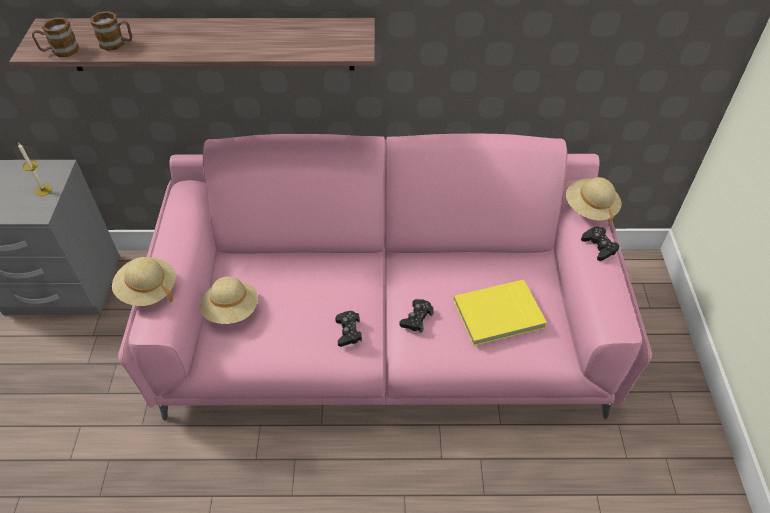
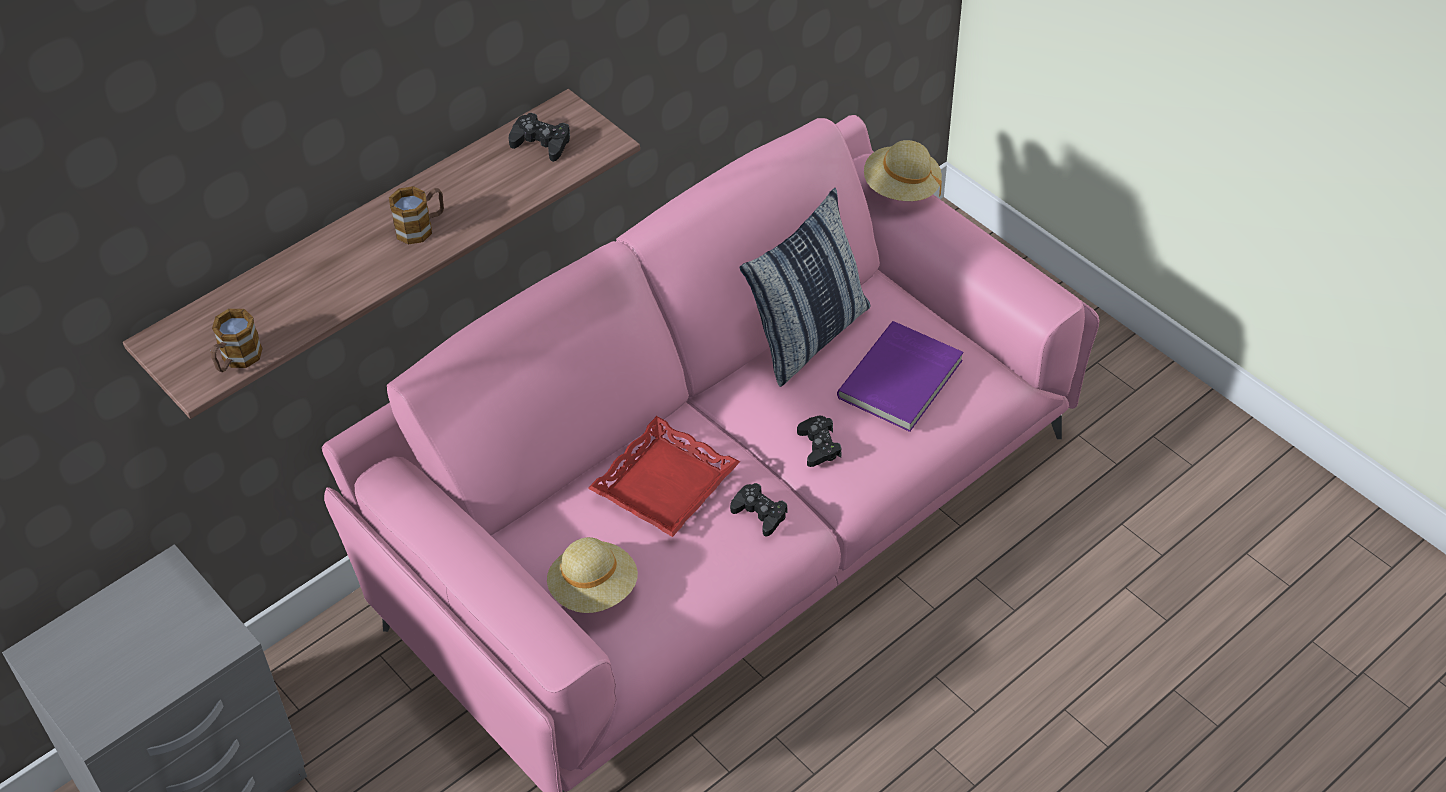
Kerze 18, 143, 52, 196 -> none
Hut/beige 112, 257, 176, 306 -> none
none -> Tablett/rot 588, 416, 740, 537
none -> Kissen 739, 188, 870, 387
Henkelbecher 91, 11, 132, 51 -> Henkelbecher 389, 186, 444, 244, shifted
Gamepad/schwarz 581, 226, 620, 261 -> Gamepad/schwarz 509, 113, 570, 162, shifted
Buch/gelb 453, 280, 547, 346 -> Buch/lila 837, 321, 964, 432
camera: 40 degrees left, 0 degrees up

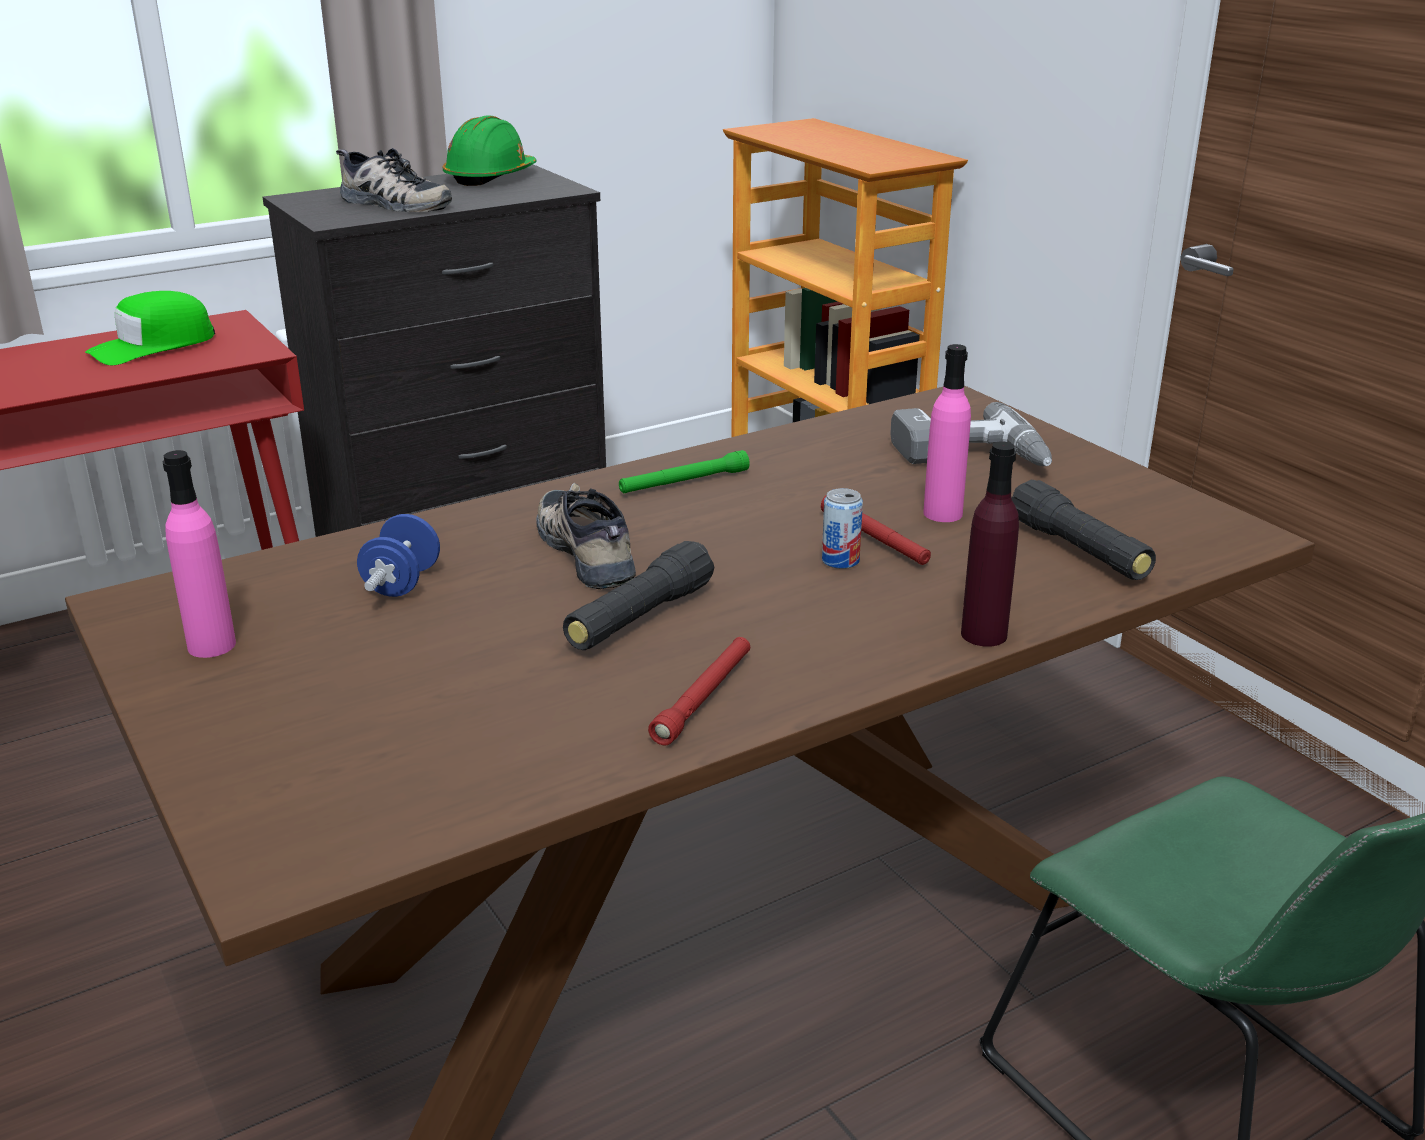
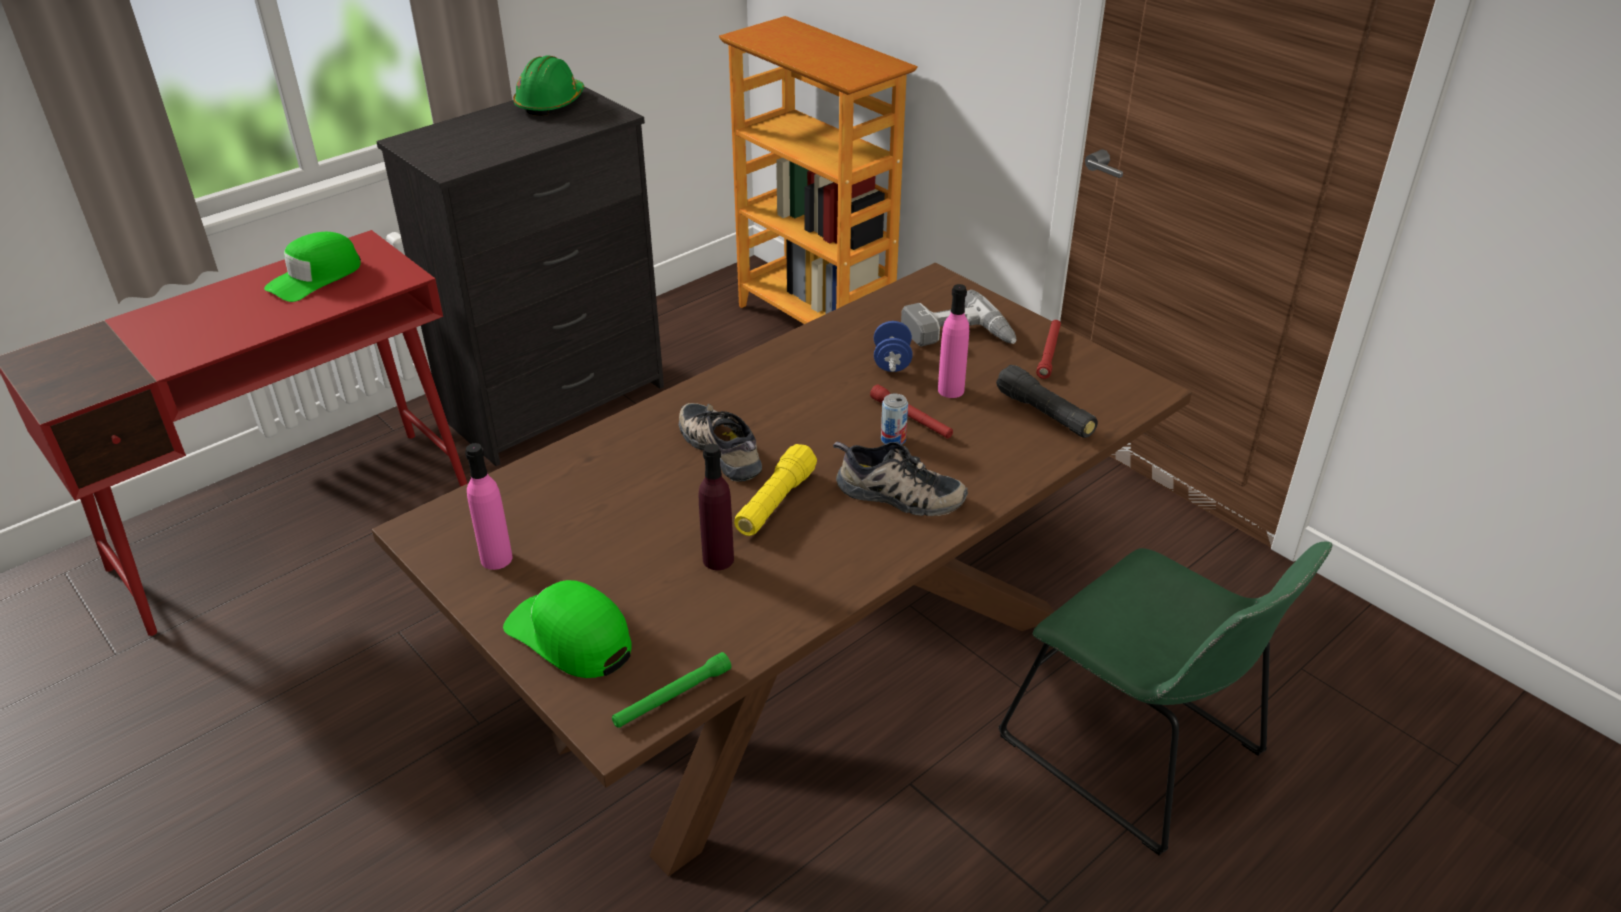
none -> Kappe/grün 503, 580, 632, 678
Schuh 336, 148, 452, 212 -> Schuh 833, 441, 968, 516, shifted
Hantel/blau 357, 514, 440, 597 -> Hantel/blau 874, 321, 913, 372, shifted
Taschenlampe/grün 619, 450, 750, 493 -> Taschenlampe/grün 612, 652, 731, 728, shifted
Taschenlampe/rot 648, 637, 750, 746 -> Taschenlampe/rot 1036, 320, 1061, 379, shifted
Flasche/lila 961, 441, 1019, 647 -> Flasche/lila 699, 444, 734, 570, shifted
Taschenlampe/schwarz 563, 541, 714, 650 -> Taschenlampe/gelb 734, 444, 817, 536
camera: 10 degrees left, 10 degrees up

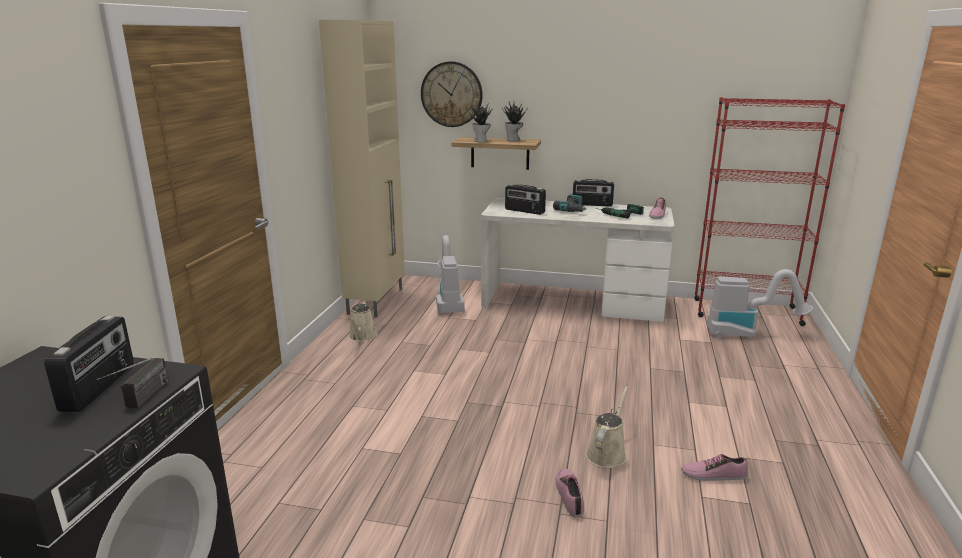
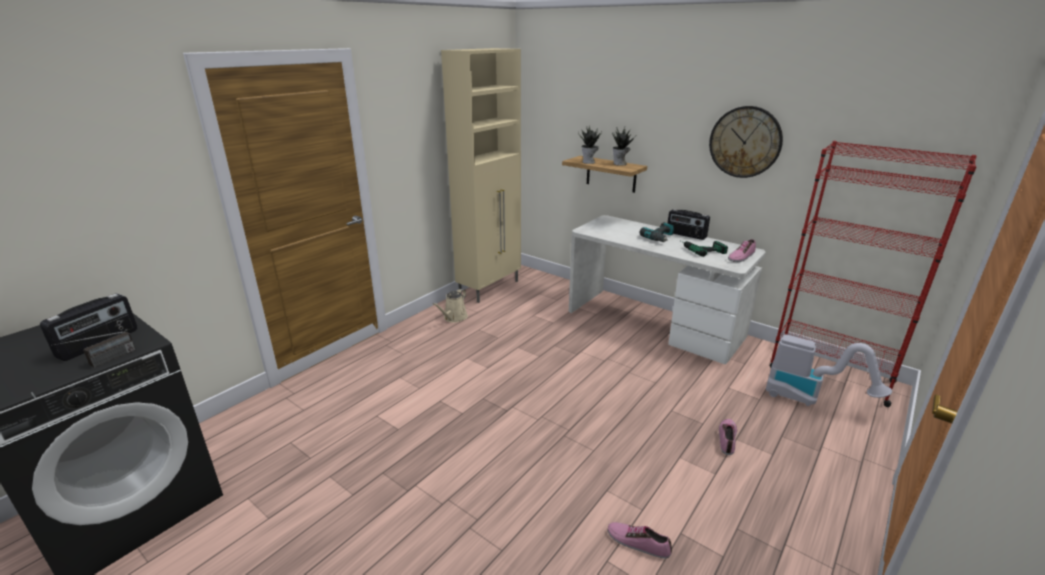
Staubsauger 436, 235, 465, 314 -> none
Radio 505, 184, 546, 215 -> none
Gießkanne/beige 585, 385, 629, 468 -> none
Wanduhr 421, 61, 483, 127 -> Wanduhr 709, 106, 783, 178, shifted
Schuh 556, 469, 585, 517 -> Schuh 719, 419, 737, 455, shifted
camera: 25 degrees right, 5 degrees up

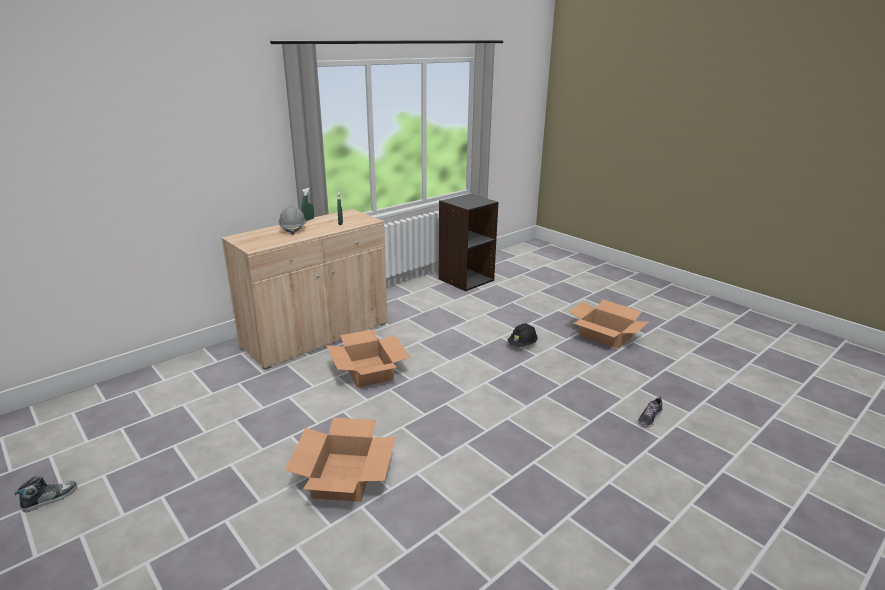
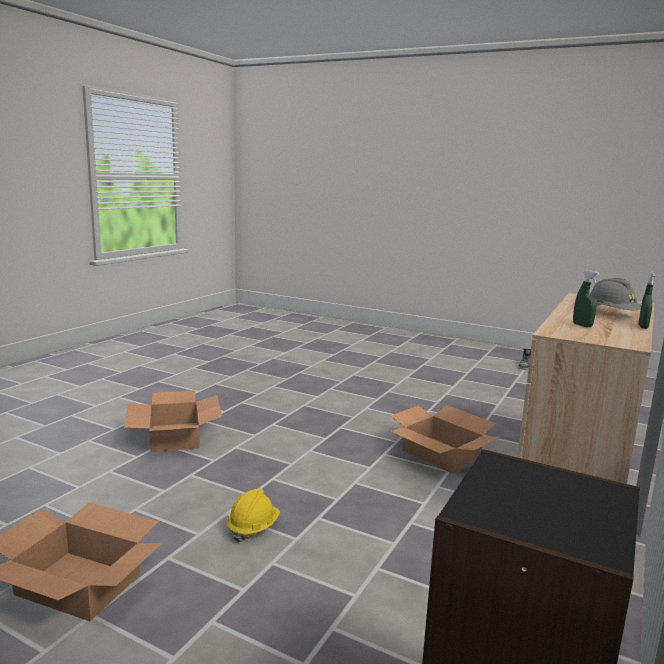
Schuh 638, 396, 662, 427 -> none
Karton 285, 417, 396, 502 -> Karton 124, 390, 222, 452, shifted
Schutzhelm/schwarz 508, 323, 538, 347 -> Schutzhelm/gelb 227, 489, 280, 543
camera: 160 degrees right, 10 degrees down

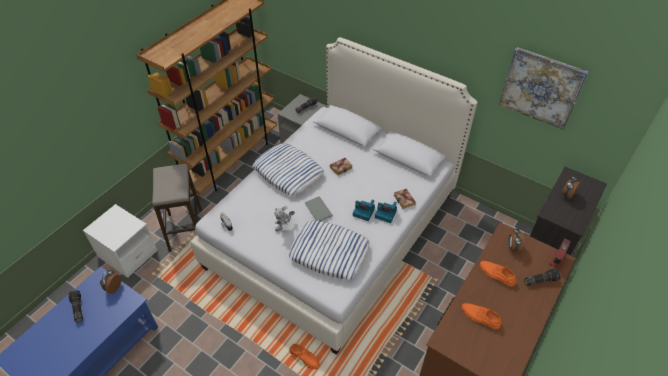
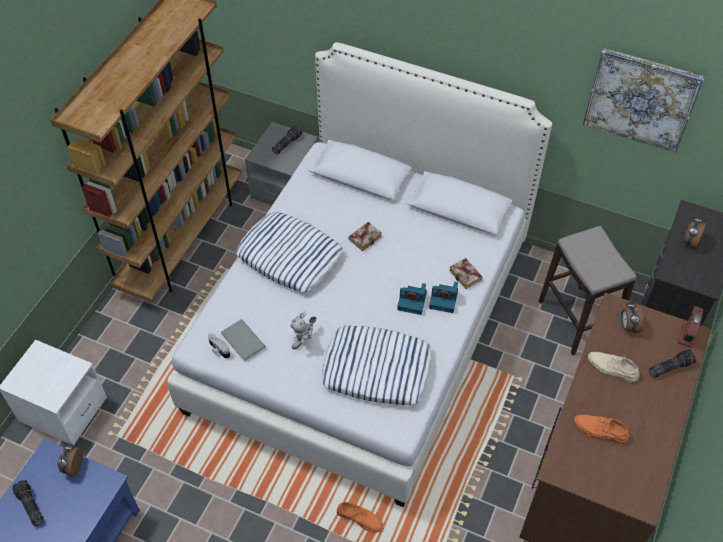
Hocker 152, 164, 202, 252 -> Hocker 539, 226, 636, 355, shifted
Buch/grau 305, 196, 333, 221 -> Buch/grau 221, 319, 266, 361, shifted
Schuh/orange 480, 261, 516, 287 -> Schuh/beige 588, 352, 639, 383
camera: 10 degrees left, 5 degrees up

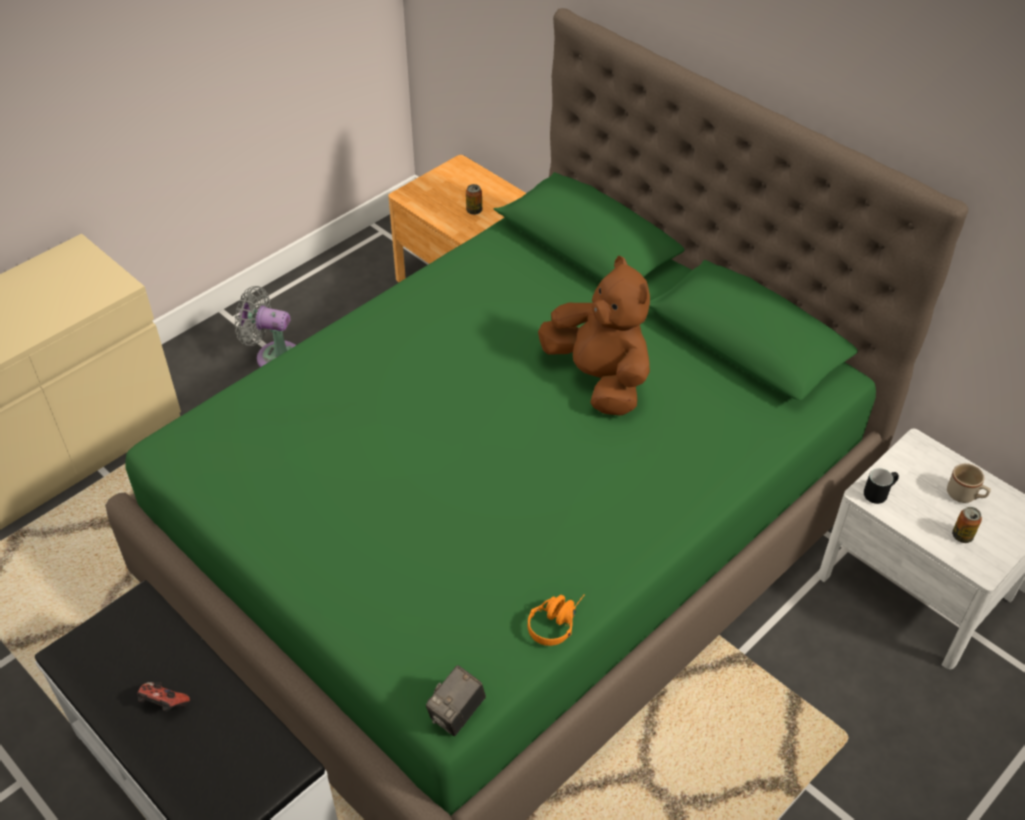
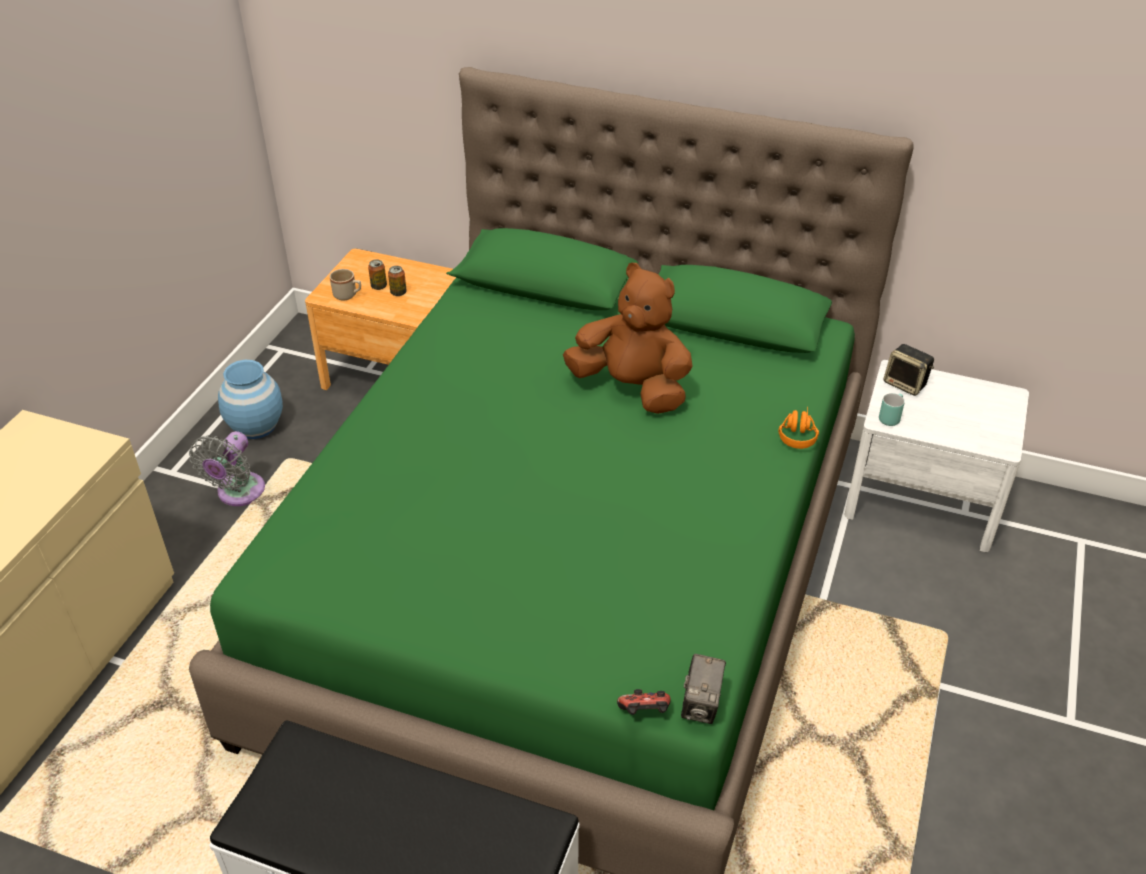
none -> Vase/blau 218, 360, 283, 439
none -> Lautsprecher 884, 344, 934, 396
Gamepad 137, 682, 190, 712 -> Gamepad 617, 689, 671, 715, shifted
Kopfhörer/orange 528, 594, 585, 646 -> Kopfhörer/orange 778, 407, 819, 449, shifted
Henkelbecher/beige 947, 463, 991, 503 -> Henkelbecher/beige 330, 269, 361, 301, shifted
Dose 952, 507, 982, 543 -> Dose 368, 259, 387, 290, shifted
Henkelbecher/schwarz 864, 468, 899, 504 -> Henkelbecher/türkis 879, 393, 905, 426
Ventilator/grau 234, 286, 296, 367 -> Ventilator/grau 189, 431, 265, 506, 60 degrees counterclockwise
camera: 25 degrees left, 5 degrees down

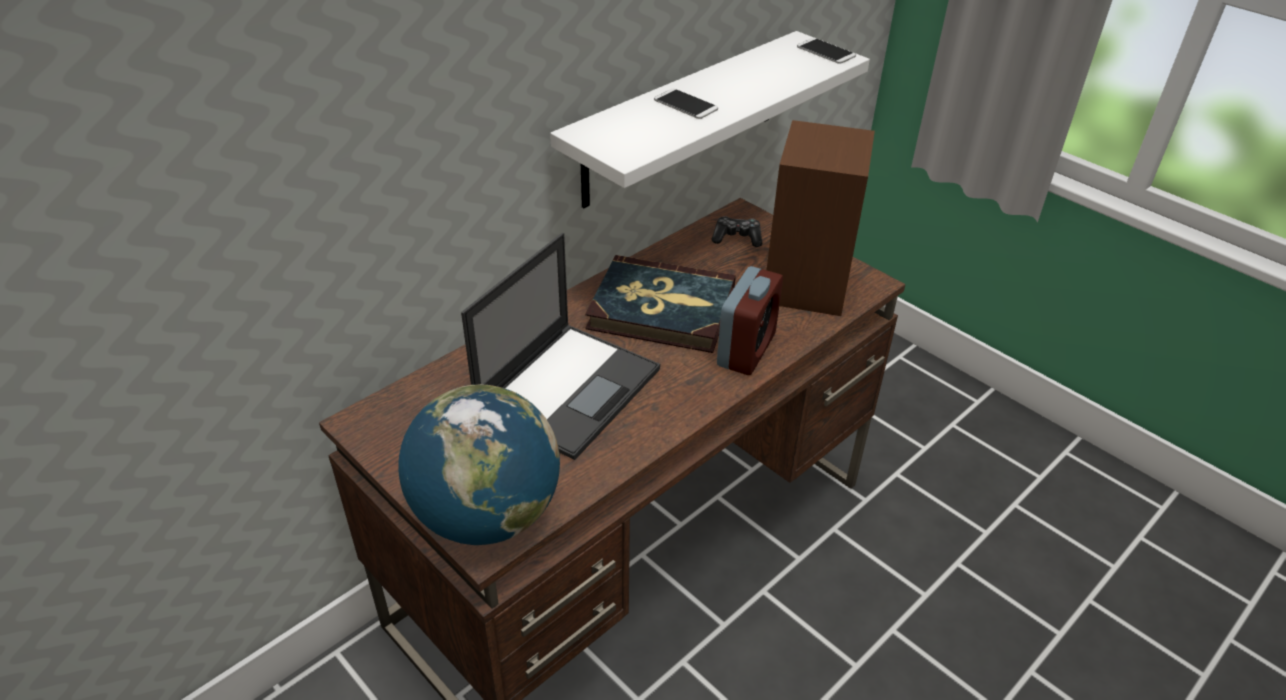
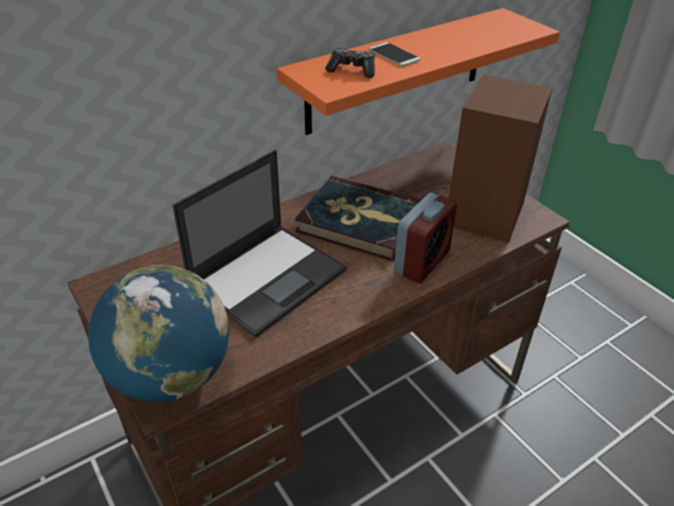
Handy 797, 38, 856, 64 -> none
Gamepad 711, 216, 762, 247 -> Gamepad 325, 48, 375, 78, shifted
Wandregal/weiß 550, 31, 870, 208 -> Wandregal/orange 277, 8, 560, 135
camera: 10 degrees right, 0 degrees up

